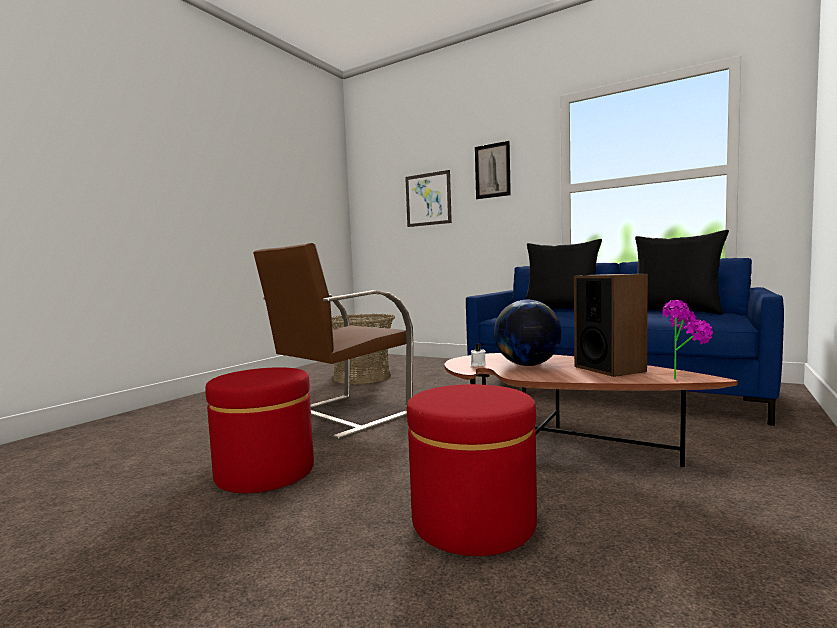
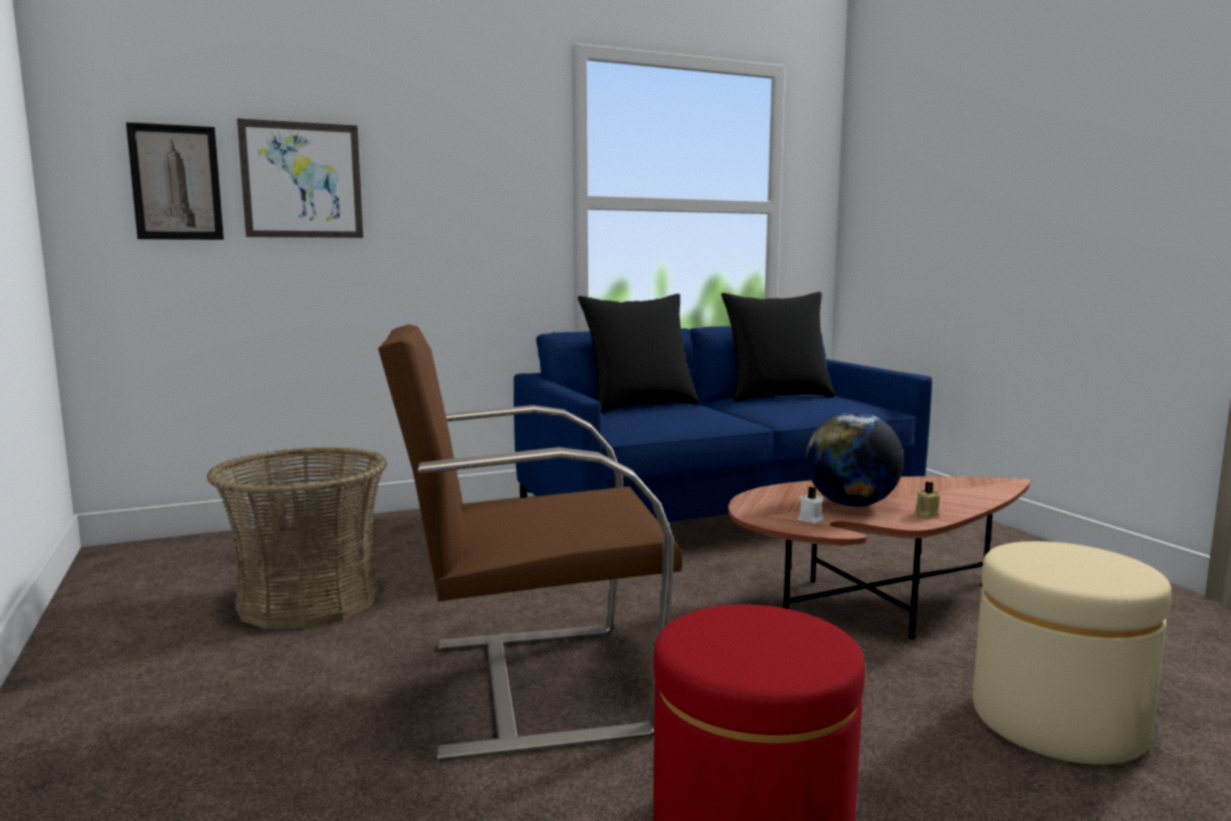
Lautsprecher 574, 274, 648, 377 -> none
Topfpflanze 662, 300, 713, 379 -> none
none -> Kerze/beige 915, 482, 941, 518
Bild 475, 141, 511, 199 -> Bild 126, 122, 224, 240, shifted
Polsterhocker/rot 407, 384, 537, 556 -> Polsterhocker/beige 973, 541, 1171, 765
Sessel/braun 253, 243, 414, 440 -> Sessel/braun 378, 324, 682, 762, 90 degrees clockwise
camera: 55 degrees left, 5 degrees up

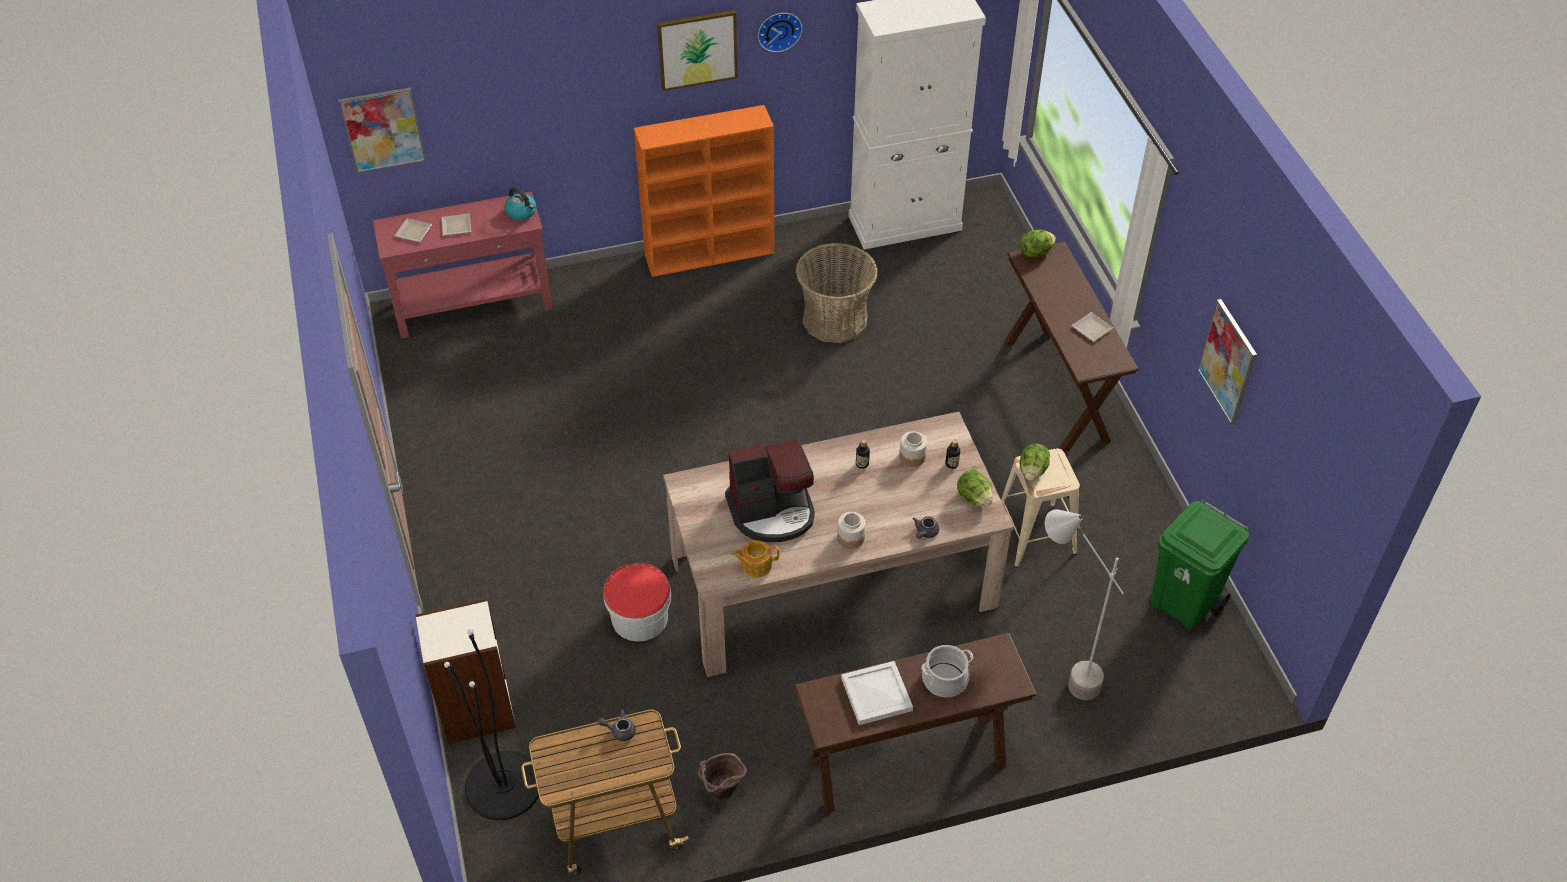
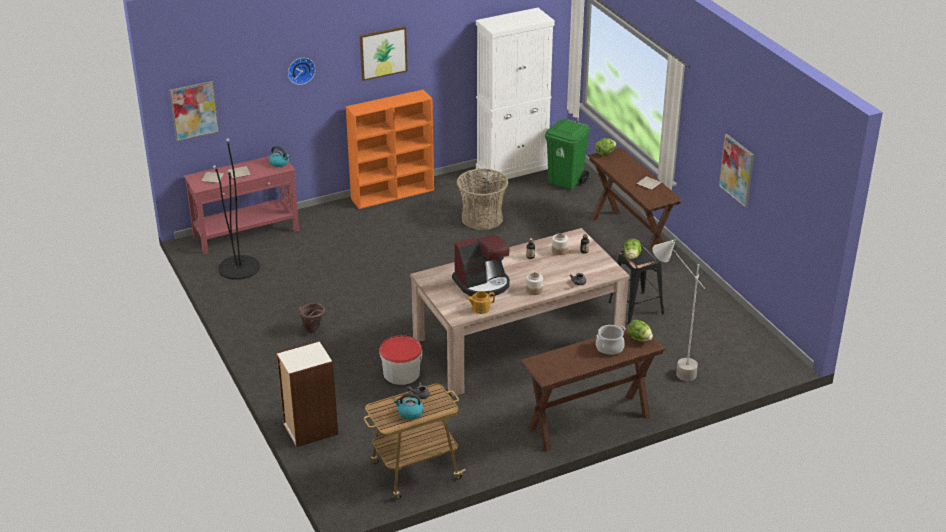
Tablett/weiß 841, 661, 913, 725 -> none
none -> Wasserkessel 394, 393, 423, 420
Stehlampe/schwarz 444, 629, 539, 820 -> Stehlampe/schwarz 213, 139, 260, 280, shifted
Eimer/braun 698, 753, 747, 800 -> Eimer/braun 298, 303, 325, 333, shifted
Wanduhr 758, 13, 802, 52 -> Wanduhr 288, 58, 315, 85, shifted
Salatkopf 957, 470, 993, 507 -> Salatkopf 627, 320, 653, 342, shifted
Mülleimer/grün 1151, 500, 1249, 629 -> Mülleimer/grün 545, 119, 590, 190, shifted
Hocker/beige 1001, 448, 1080, 568 -> Hocker/schwarz 608, 245, 664, 324
camera: 10 degrees left, 15 degrees down

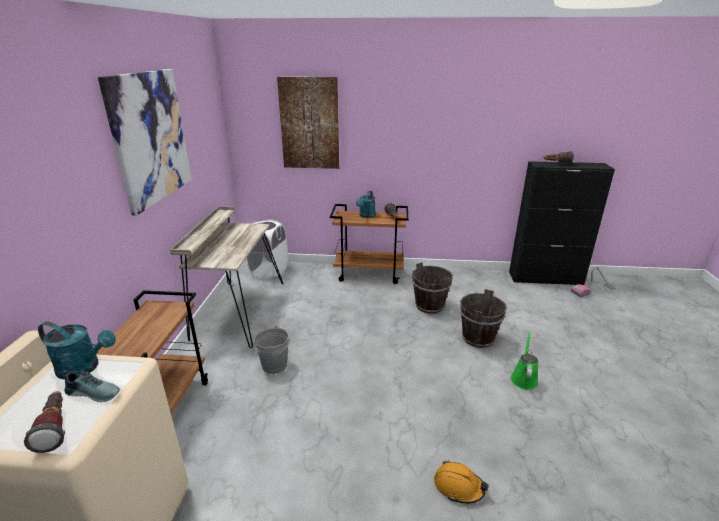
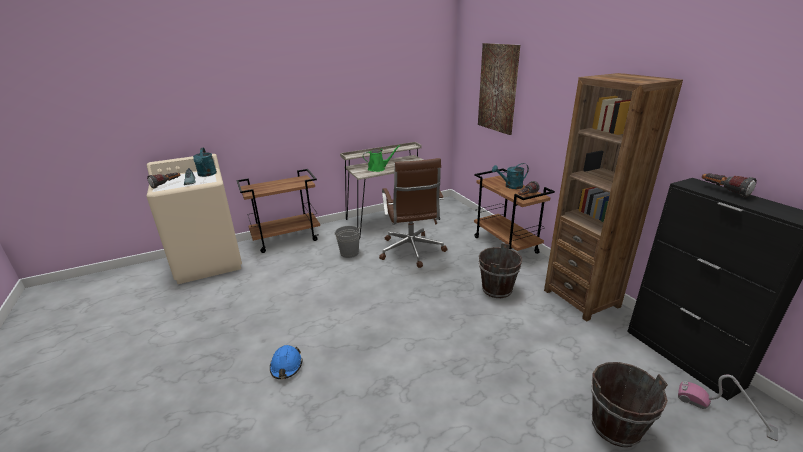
Bild 98, 69, 192, 216 -> none
Wäschekorb/weiß 246, 219, 288, 279 -> none
none -> Bürostuhl/braun 379, 158, 448, 268
none -> Bücherregal/braun 544, 73, 683, 322
Eimer/braun 460, 289, 507, 348 -> Eimer/braun 591, 362, 668, 447, shifted
Gießkanne/grün 510, 332, 538, 390 -> Gießkanne/grün 363, 145, 400, 172, shifted
Schutzhelm/orange 434, 460, 489, 504 -> Schutzhelm/blau 270, 345, 302, 379
camera: 60 degrees right, 0 degrees up

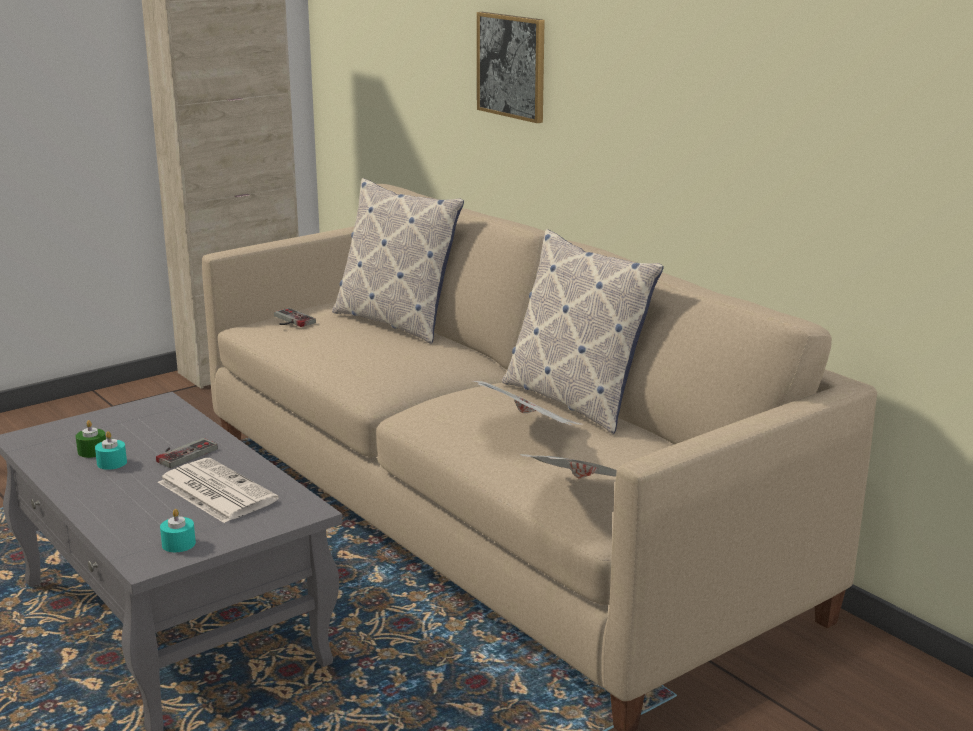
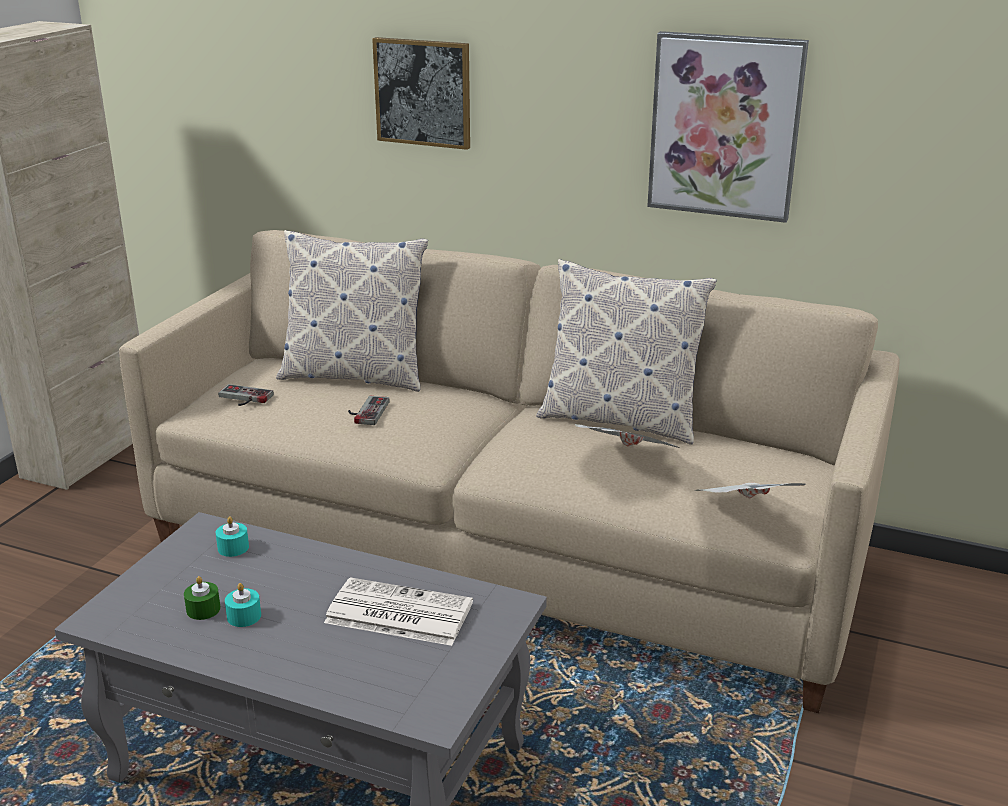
none -> Bild 647, 31, 809, 223
Gamepad 156, 438, 218, 468 -> Gamepad 348, 396, 389, 425, shifted
Kerze/türkis 160, 509, 196, 552 -> Kerze/türkis 216, 516, 249, 557, shifted
camera: 30 degrees left, 5 degrees up

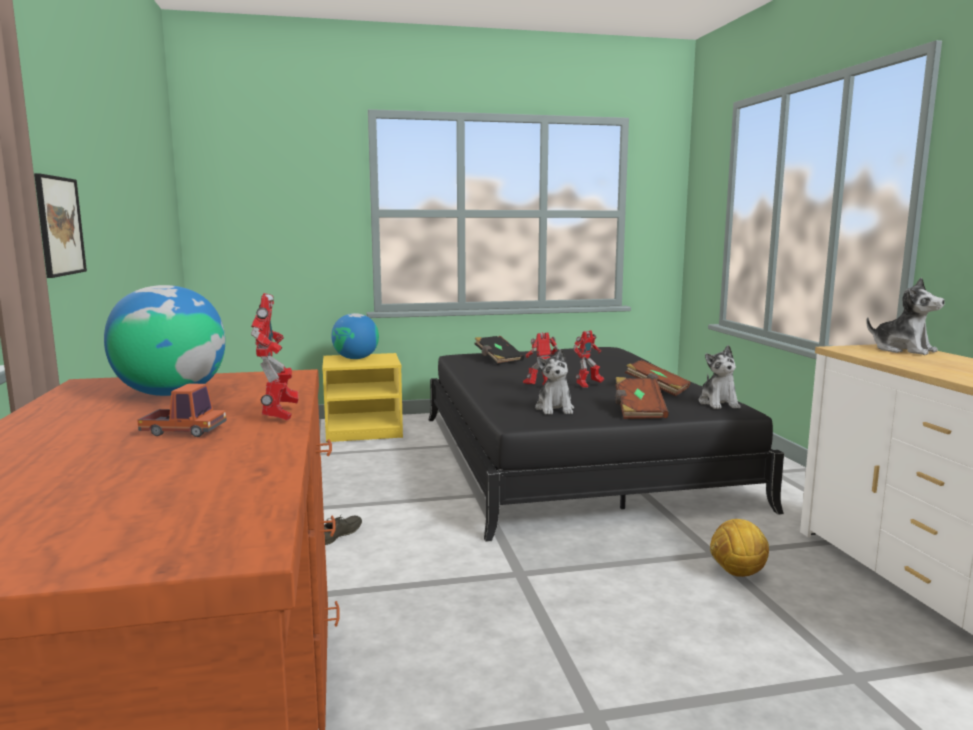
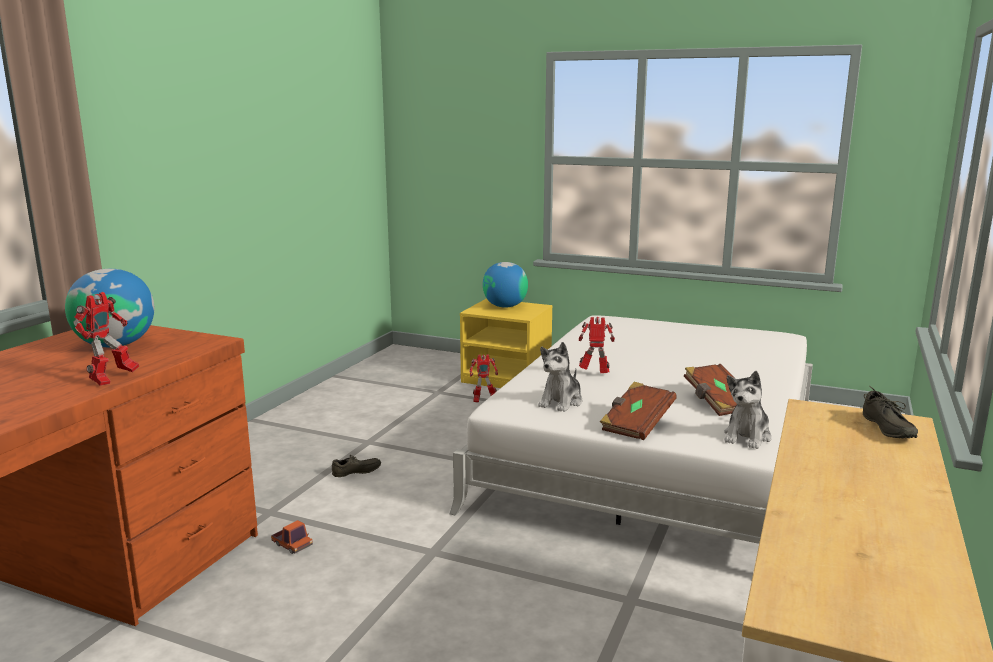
Bild 34, 173, 87, 278 -> none
Buch/schwarz 475, 336, 524, 365 -> none
Fußball 710, 519, 769, 577 -> none
Spielzeuglaster 137, 383, 227, 437 -> Spielzeuglaster 271, 520, 313, 554, shifted
Spielzeugroboter 573, 330, 604, 388 -> Spielzeugroboter 470, 354, 498, 403, shifted
Plüschtier 866, 277, 945, 355 -> Schuh/grau 863, 386, 918, 439
Bett/schwarz 428, 347, 784, 542 -> Bett/weiß 450, 315, 813, 544
camera: 35 degrees right, 5 degrees up

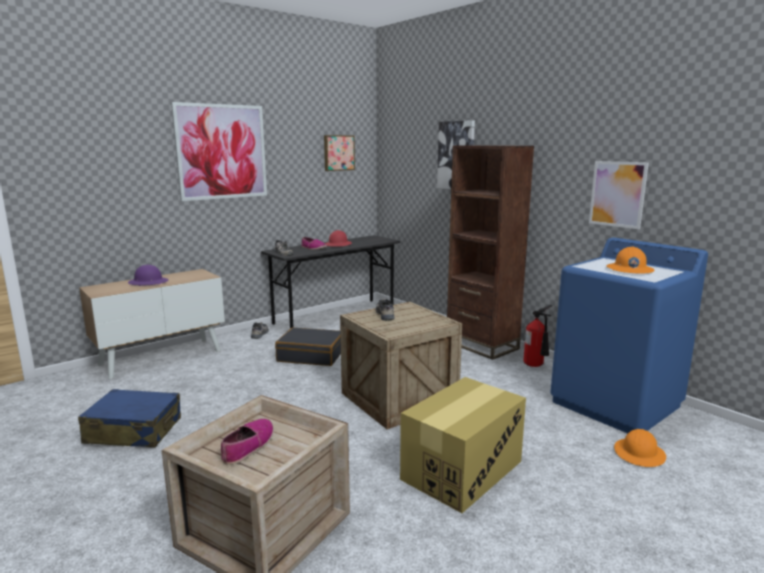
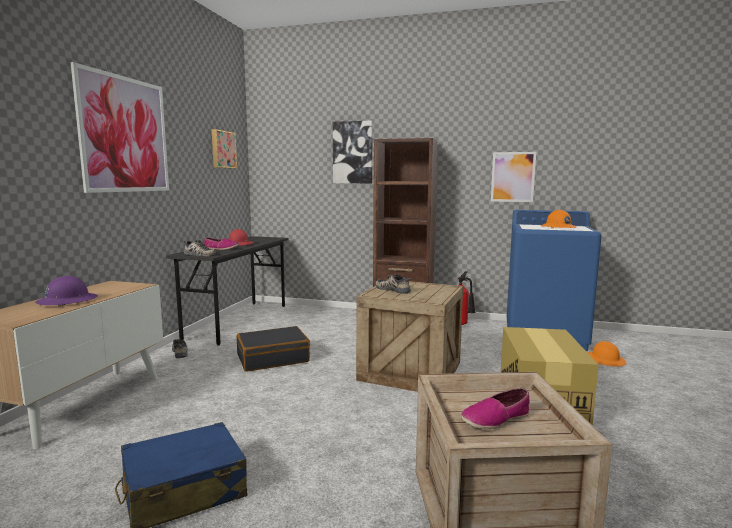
Schuh 221, 419, 274, 465 -> Schuh 461, 388, 530, 429, 105 degrees counterclockwise
camera: 35 degrees left, 5 degrees down

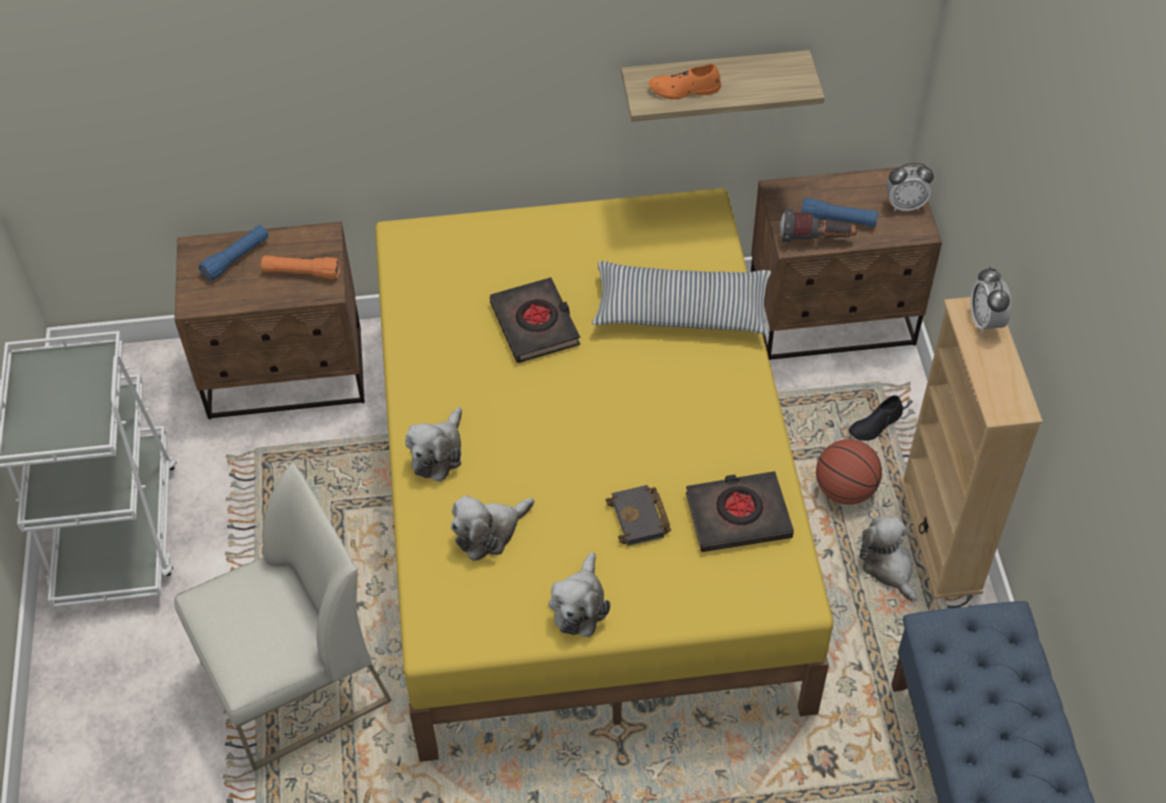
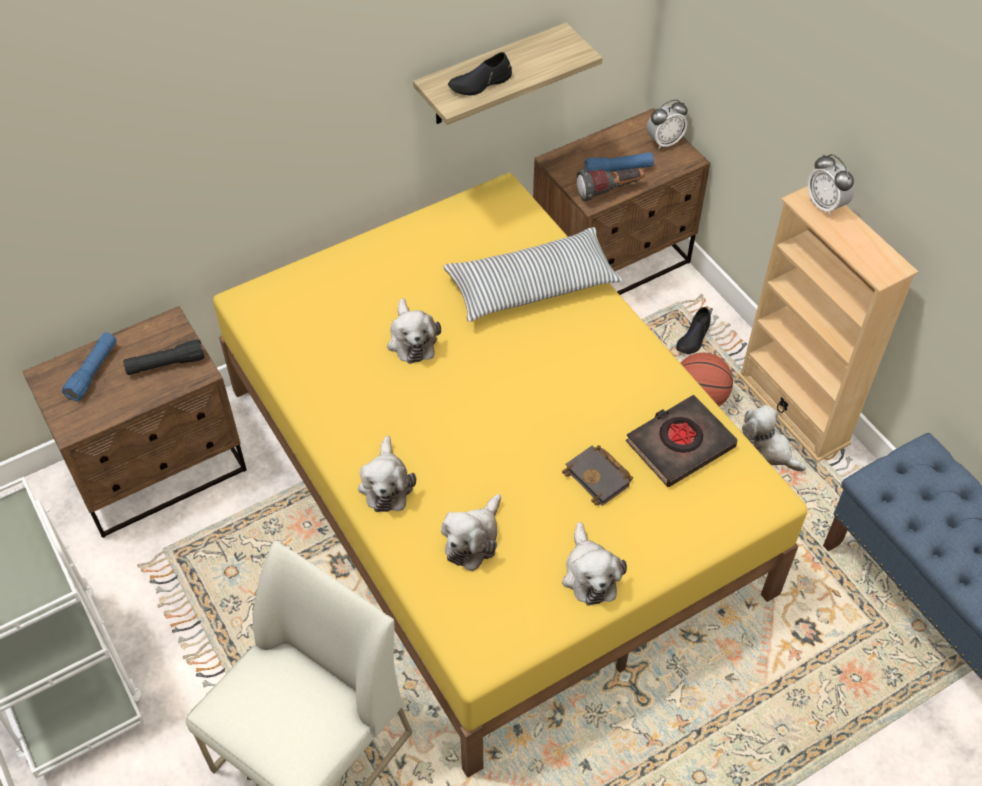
Buch/schwarz 490, 277, 580, 363 -> Plüschtier 387, 298, 441, 364
Taschenlampe/orange 261, 256, 340, 279 -> Taschenlampe/schwarz 123, 339, 205, 375
Schuh/orange 649, 64, 721, 99 -> Schuh/schwarz 448, 52, 512, 95
camera: 25 degrees left, 0 degrees up

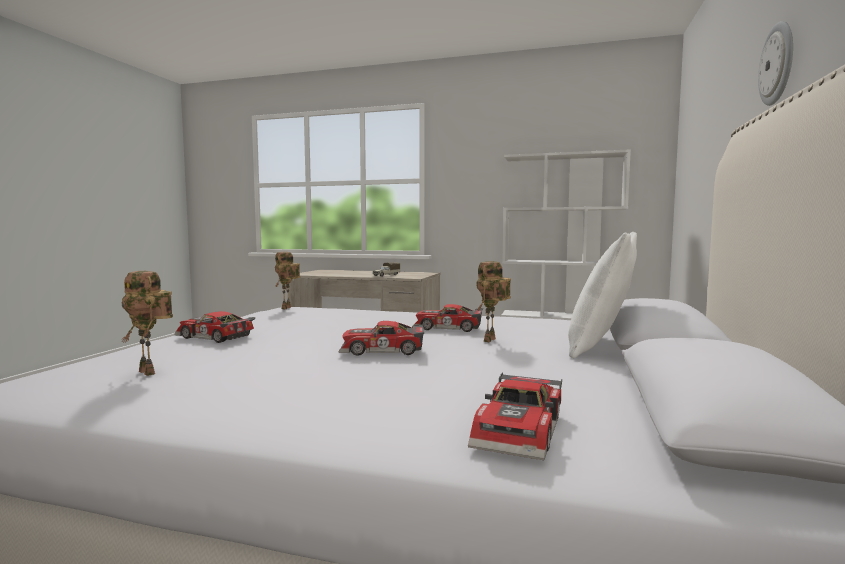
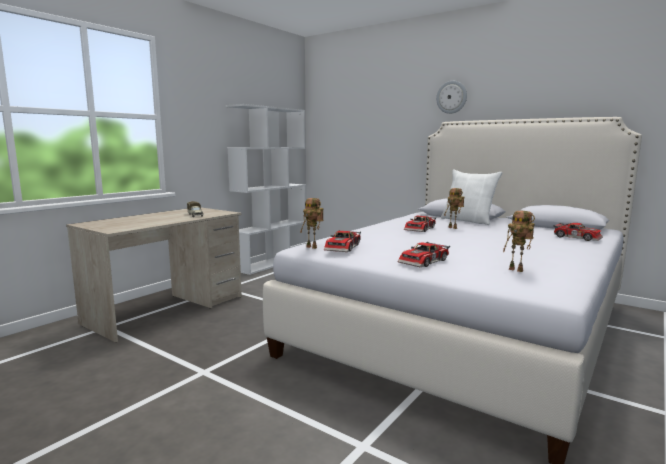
Spielzeugauto 338, 321, 424, 356 -> Spielzeugauto 324, 230, 361, 252, shifted
Spielzeugroboter 121, 271, 173, 376 -> Spielzeugroboter 503, 211, 535, 272, 75 degrees clockwise
camera: 70 degrees left, 5 degrees up

